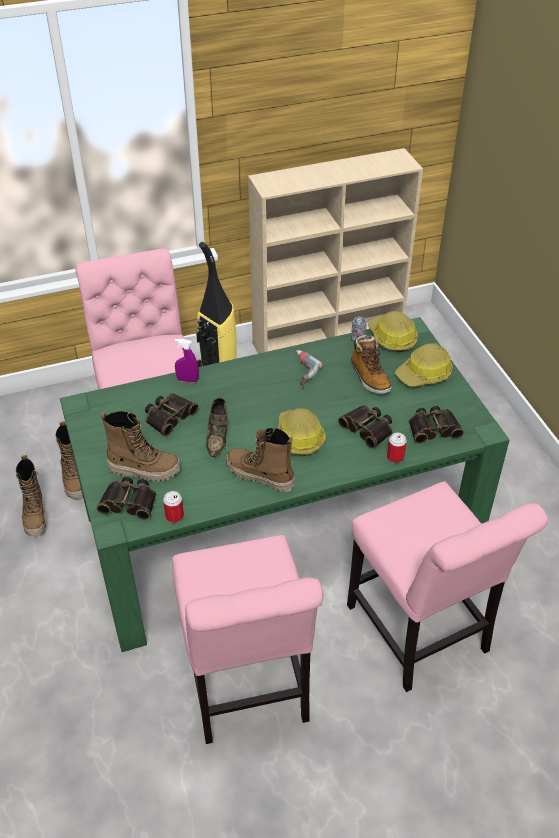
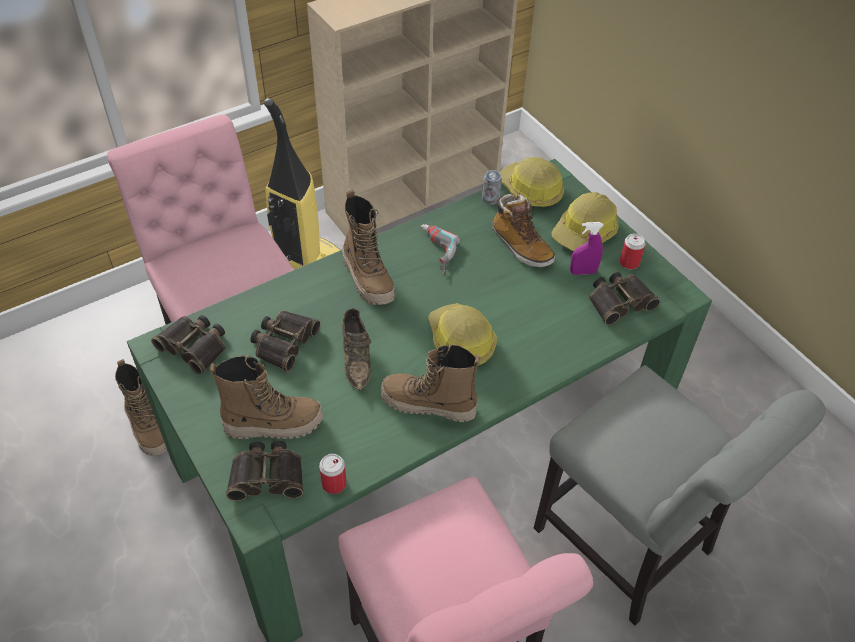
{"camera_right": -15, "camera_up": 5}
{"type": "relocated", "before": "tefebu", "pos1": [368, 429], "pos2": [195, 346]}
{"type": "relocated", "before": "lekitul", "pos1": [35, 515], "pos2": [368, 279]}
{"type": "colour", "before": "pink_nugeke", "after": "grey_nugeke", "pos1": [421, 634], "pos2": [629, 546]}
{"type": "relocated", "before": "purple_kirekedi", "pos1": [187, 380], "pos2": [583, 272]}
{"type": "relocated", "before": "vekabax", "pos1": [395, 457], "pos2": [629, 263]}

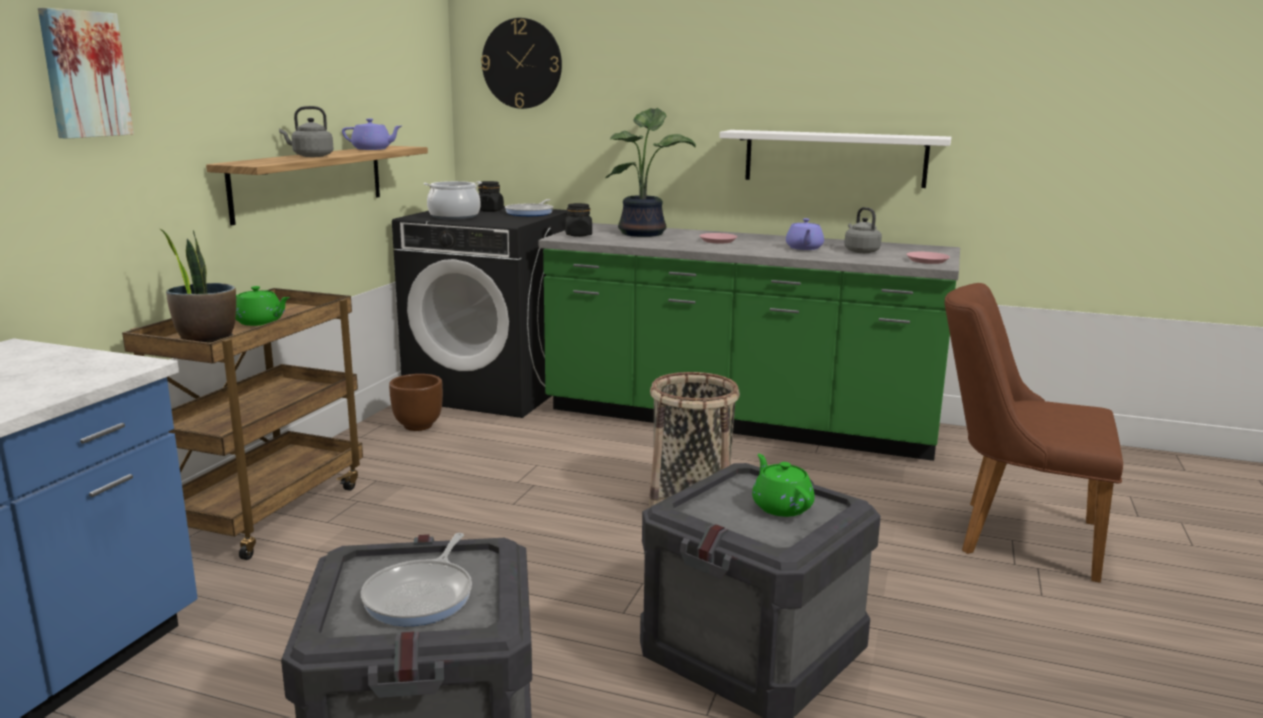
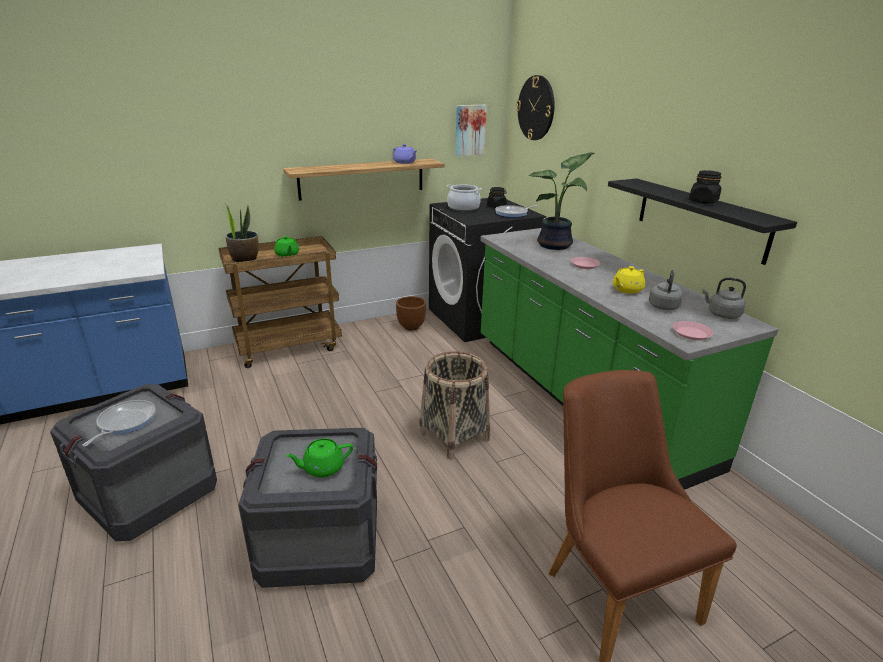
{"camera_right": 45, "camera_up": 10}
{"type": "spun", "before": "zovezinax", "pos1": [422, 596], "pos2": [125, 422], "turn": 135}
{"type": "spun", "before": "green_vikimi", "pos1": [781, 506], "pos2": [322, 468], "turn": -135}
{"type": "relocated", "before": "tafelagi", "pos1": [83, 74], "pos2": [469, 130]}
{"type": "colour", "before": "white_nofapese", "after": "black_nofapese", "pos1": [834, 158], "pos2": [700, 218]}
{"type": "colour", "before": "purple_vikimi", "after": "yellow_vikimi", "pos1": [804, 248], "pos2": [626, 290]}
{"type": "relocated", "before": "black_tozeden", "pos1": [578, 235], "pos2": [703, 201]}
{"type": "relocated", "before": "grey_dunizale", "pos1": [310, 156], "pos2": [721, 314]}

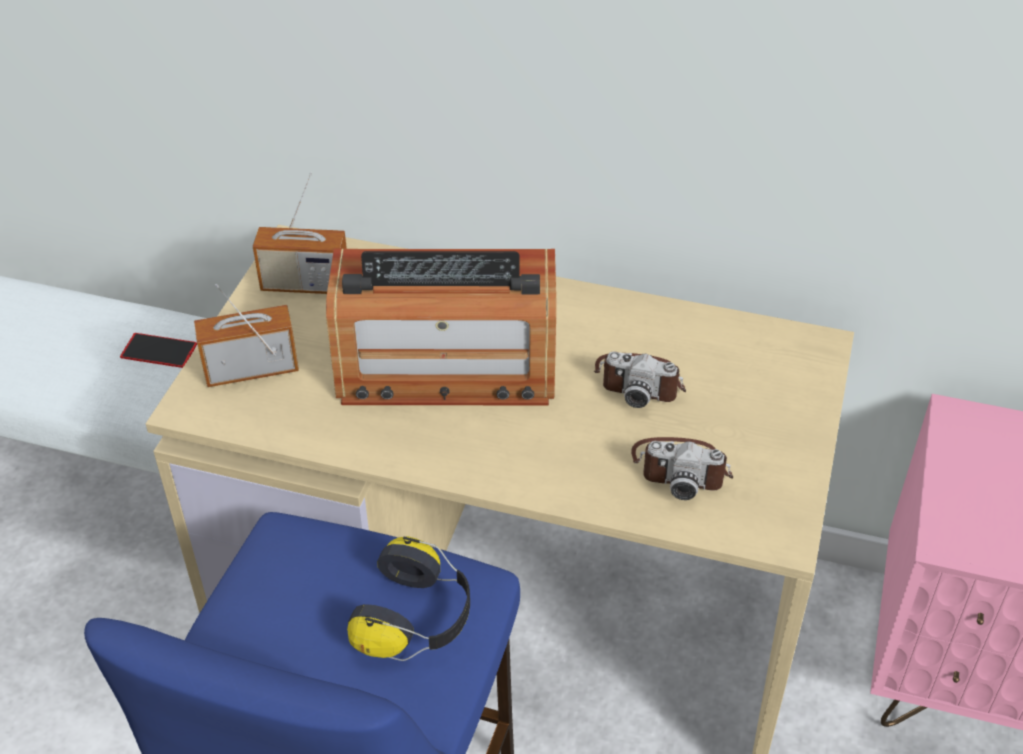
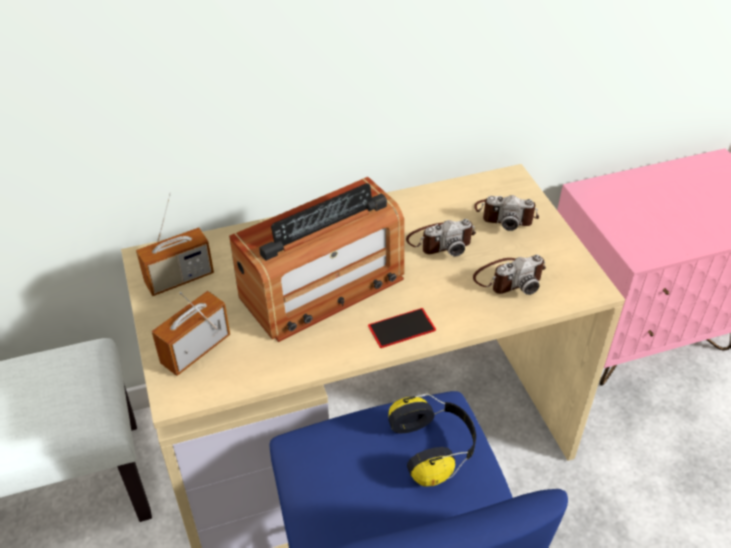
{"camera_right": -35, "camera_up": 0}
{"type": "relocated", "before": "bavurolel", "pos1": [159, 350], "pos2": [401, 328]}
{"type": "appeared", "after": "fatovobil", "pos2": [505, 215]}

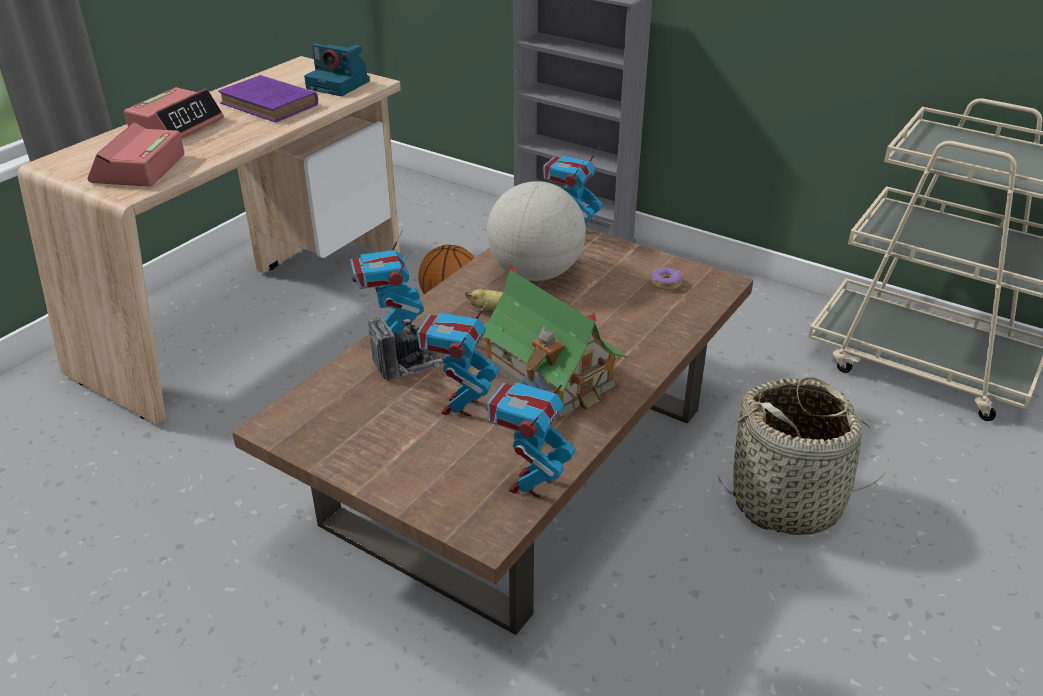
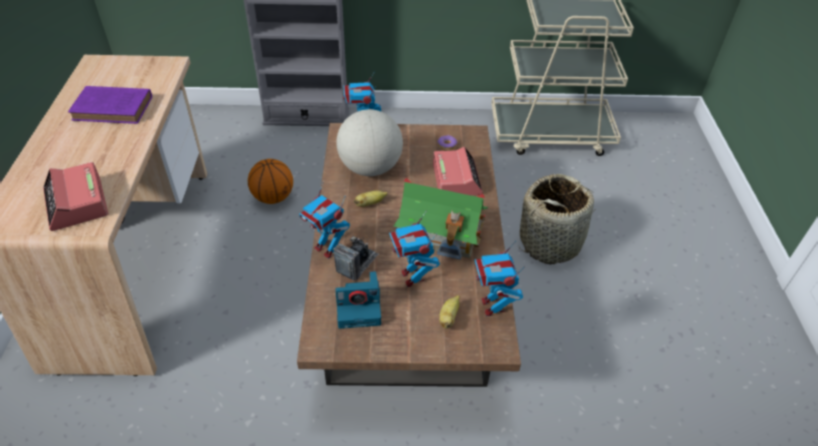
{"camera_right": -35, "camera_up": 10}
{"type": "relocated", "before": "fatovobil", "pos1": [339, 85], "pos2": [360, 307]}
{"type": "relocated", "before": "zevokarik", "pos1": [177, 126], "pos2": [456, 179]}
{"type": "appeared", "after": "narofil", "pos2": [449, 317]}

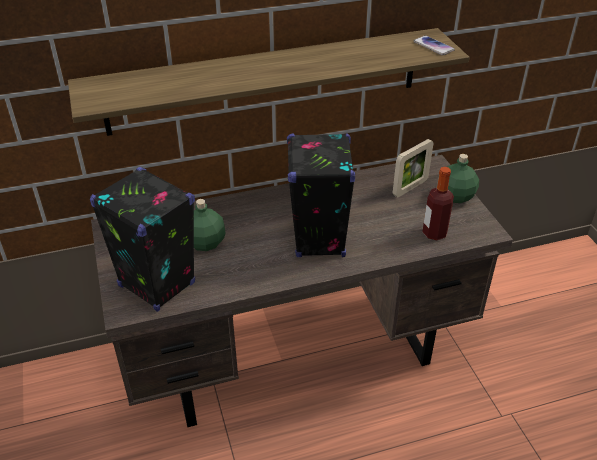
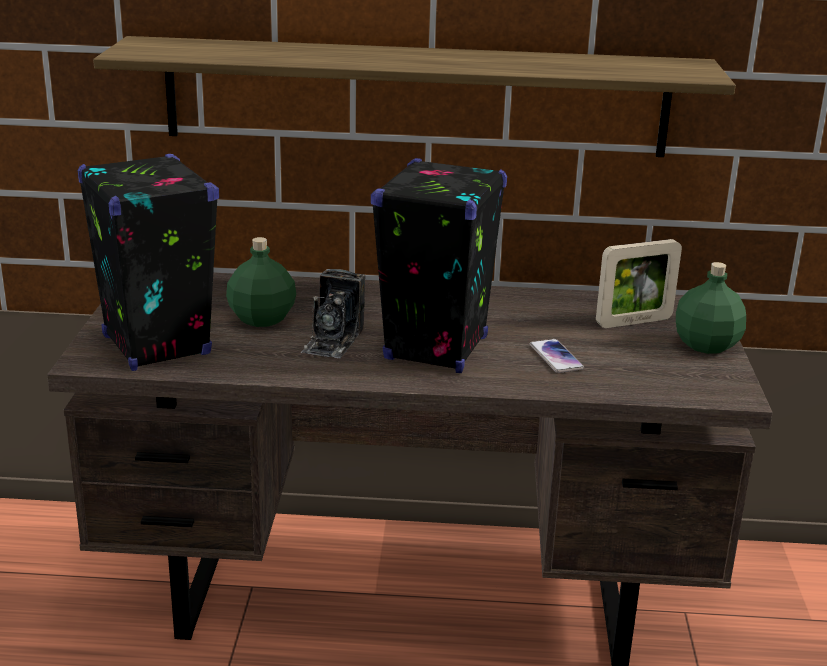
{"camera_right": 20, "camera_up": -15}
{"type": "appeared", "after": "fatovobil", "pos2": [333, 340]}
{"type": "relocated", "before": "bavurolel", "pos1": [433, 46], "pos2": [555, 357]}
{"type": "missing", "before": "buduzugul", "pos1": [434, 233]}

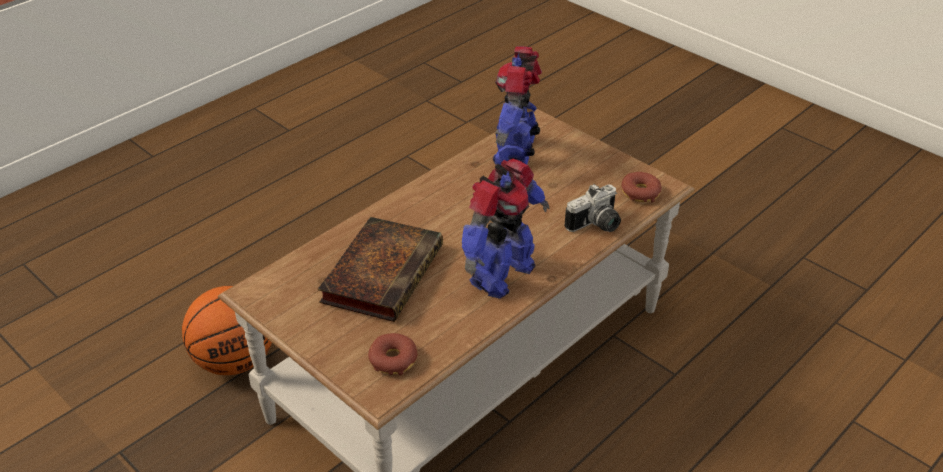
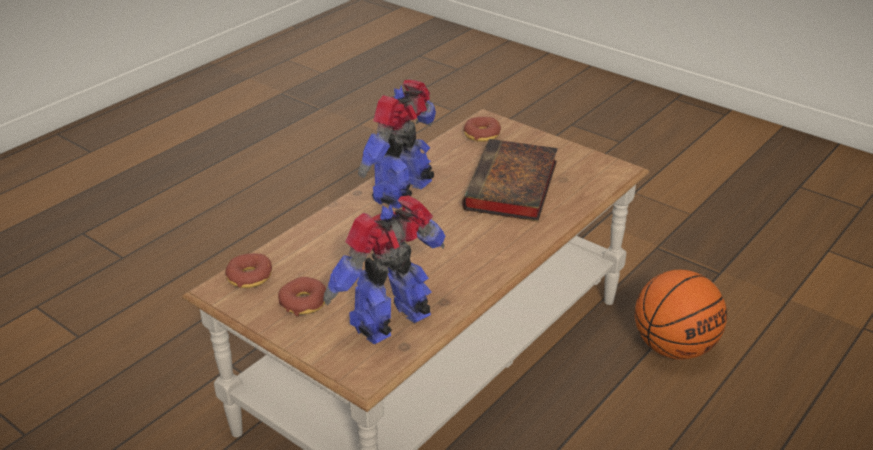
{"camera_right": 175, "camera_up": -5}
{"type": "appeared", "after": "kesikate", "pos2": [304, 302]}
{"type": "spun", "before": "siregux", "pos1": [516, 151], "pos2": [394, 322], "turn": -135}
{"type": "missing", "before": "fatovobil", "pos1": [596, 225]}

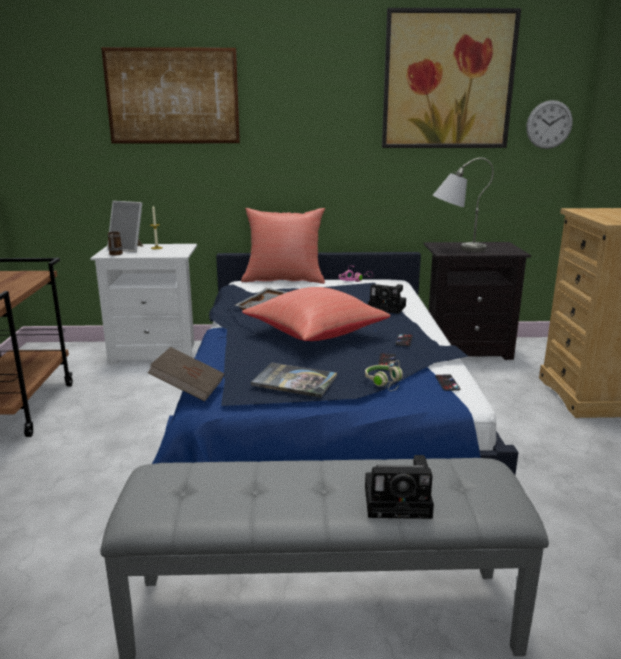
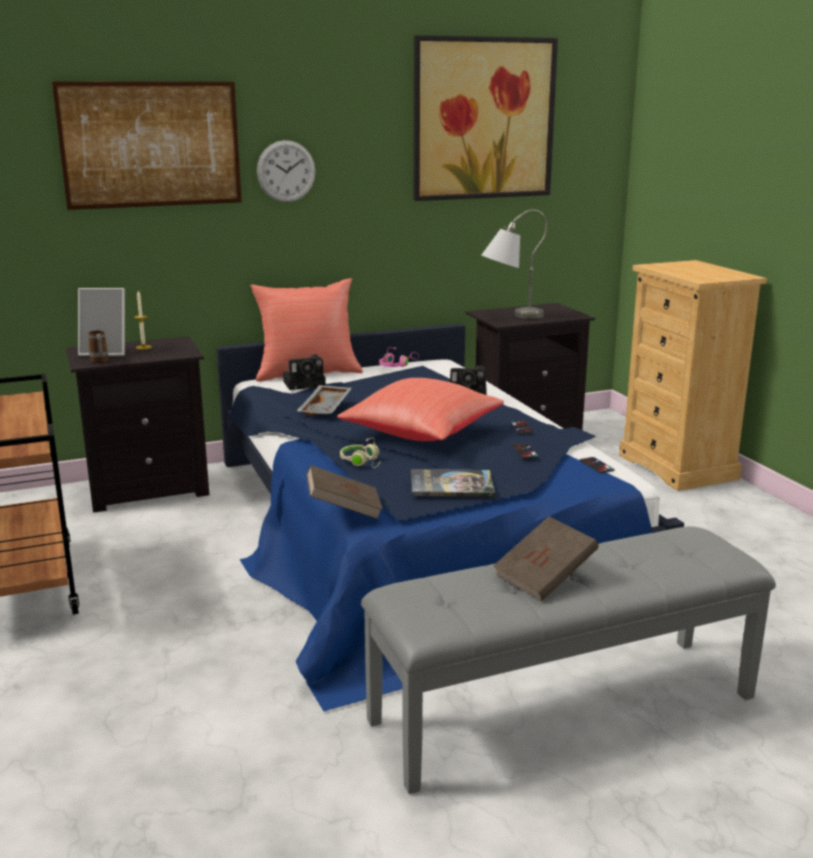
{"camera_right": -20, "camera_up": 0}
{"type": "colour", "before": "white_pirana", "after": "black_pirana", "pos1": [156, 353], "pos2": [148, 489]}
{"type": "relocated", "before": "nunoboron", "pos1": [549, 124], "pos2": [286, 171]}
{"type": "relocated", "before": "fatovobil", "pos1": [400, 501], "pos2": [306, 383]}
{"type": "relocated", "before": "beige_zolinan", "pos1": [385, 383], "pos2": [363, 462]}
{"type": "appeared", "after": "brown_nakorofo", "pos2": [544, 578]}

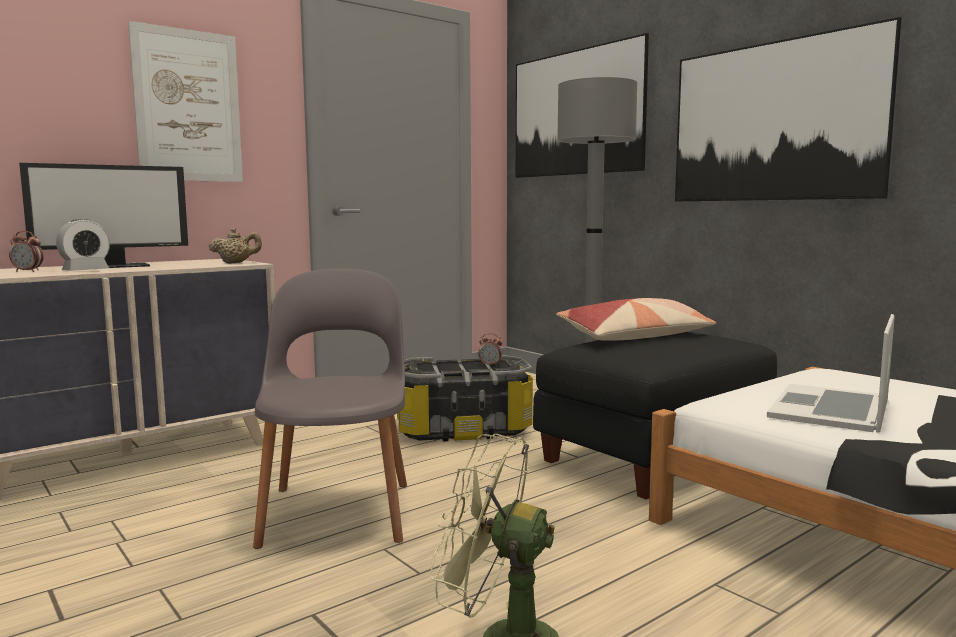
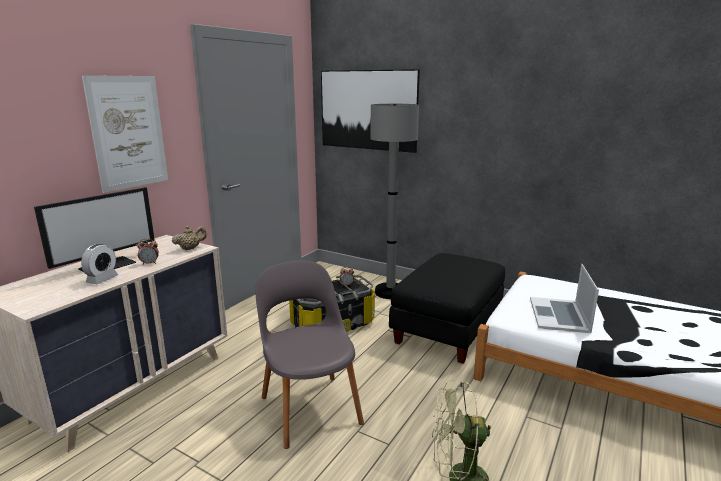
{"camera_right": -20, "camera_up": 10}
{"type": "relocated", "before": "zevokarik", "pos1": [28, 271], "pos2": [150, 263]}
{"type": "missing", "before": "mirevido", "pos1": [636, 336]}
{"type": "missing", "before": "tafelagi", "pos1": [774, 122]}

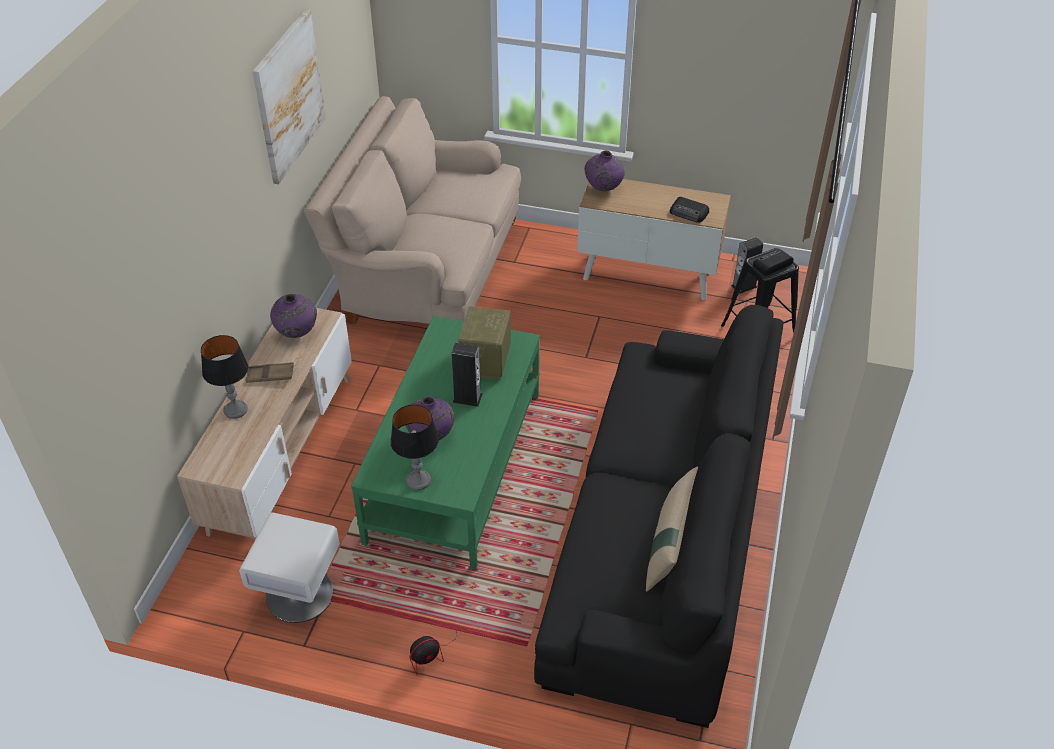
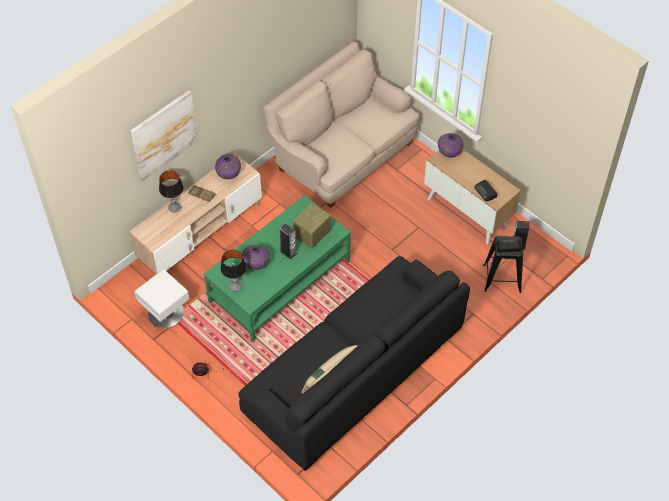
{"camera_right": 30, "camera_up": 10}
{"type": "relocated", "before": "tafelagi", "pos1": [289, 96], "pos2": [164, 135]}

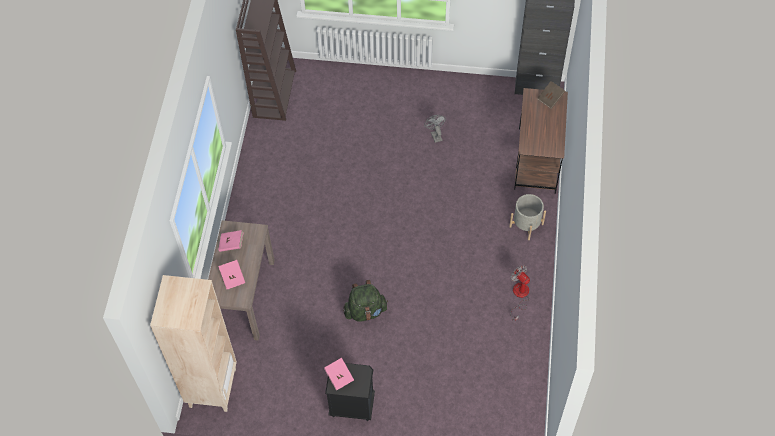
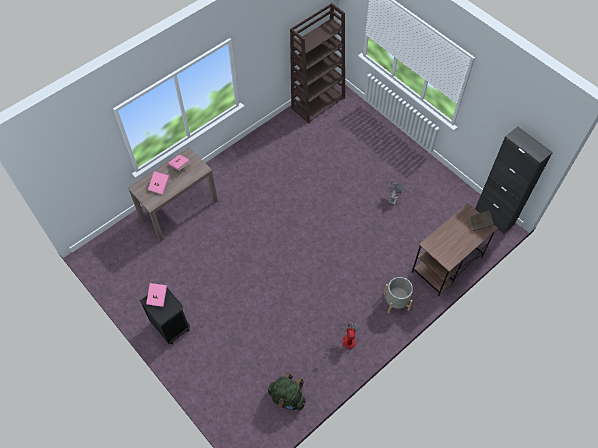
{"camera_right": 40, "camera_up": 0}
{"type": "relocated", "before": "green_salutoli", "pos1": [365, 311], "pos2": [287, 398]}
{"type": "missing", "before": "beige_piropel", "pos1": [212, 387]}

